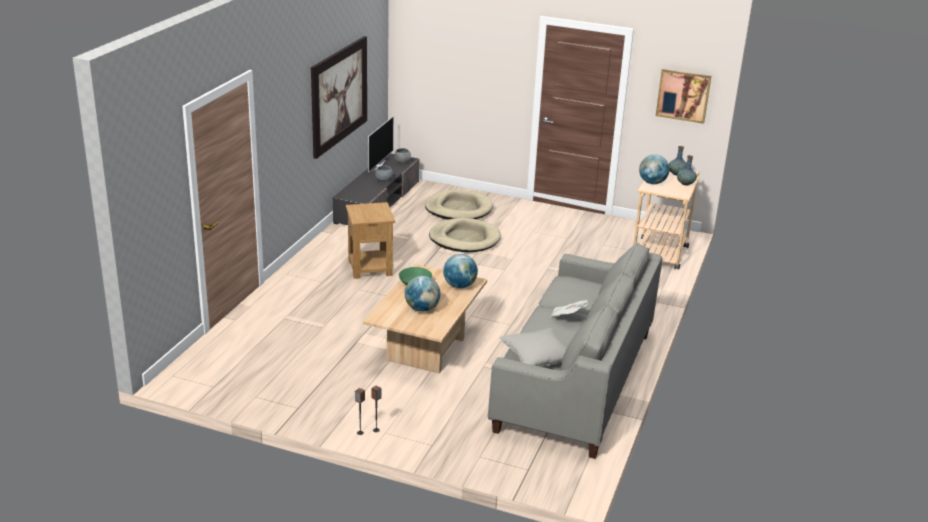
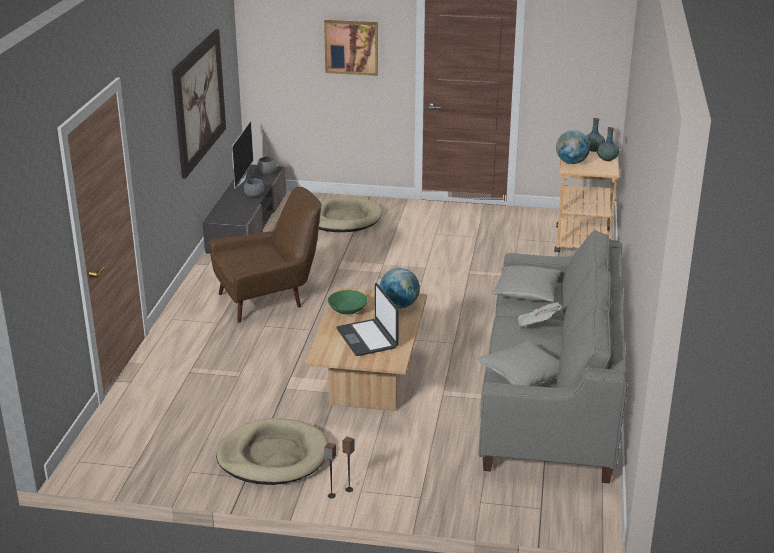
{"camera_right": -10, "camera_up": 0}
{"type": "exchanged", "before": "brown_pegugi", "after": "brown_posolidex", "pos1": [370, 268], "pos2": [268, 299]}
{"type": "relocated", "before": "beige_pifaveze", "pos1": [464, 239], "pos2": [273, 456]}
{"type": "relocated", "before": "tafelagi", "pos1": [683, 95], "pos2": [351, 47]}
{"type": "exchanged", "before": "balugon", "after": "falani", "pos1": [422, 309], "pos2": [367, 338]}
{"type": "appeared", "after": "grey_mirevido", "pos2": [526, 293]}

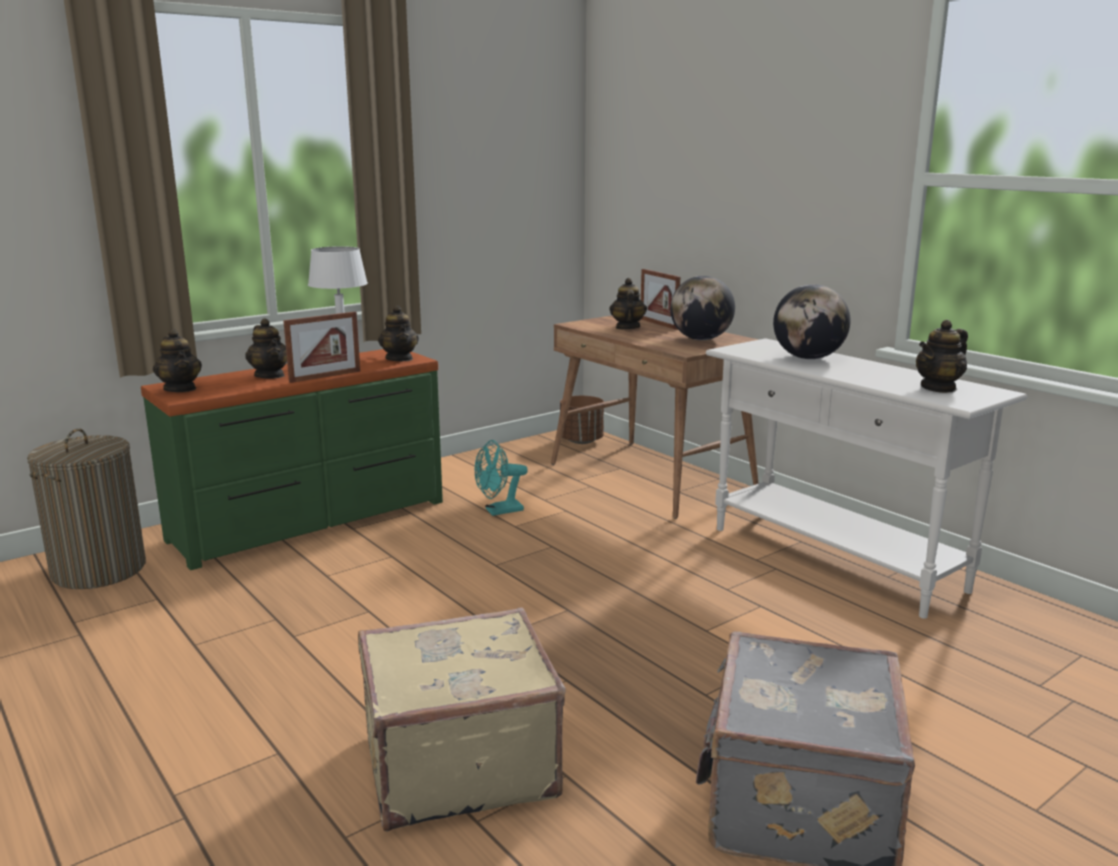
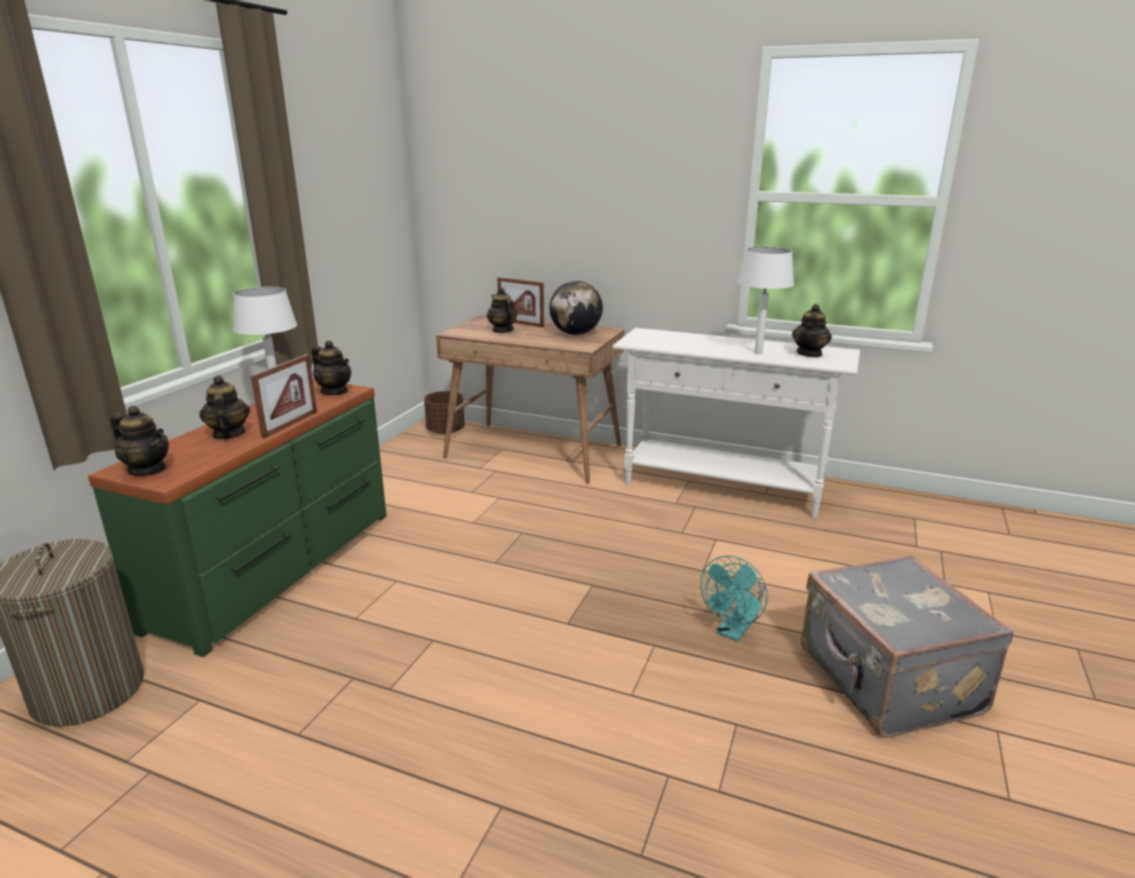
{"camera_right": -30, "camera_up": 5}
{"type": "spun", "before": "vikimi", "pos1": [270, 376], "pos2": [228, 434], "turn": -135}
{"type": "relocated", "before": "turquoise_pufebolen", "pos1": [499, 511], "pos2": [732, 632]}
{"type": "appeared", "after": "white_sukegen", "pos2": [757, 353]}
{"type": "missing", "before": "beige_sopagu", "pos1": [457, 764]}
{"type": "missing", "before": "balugon", "pos1": [808, 358]}

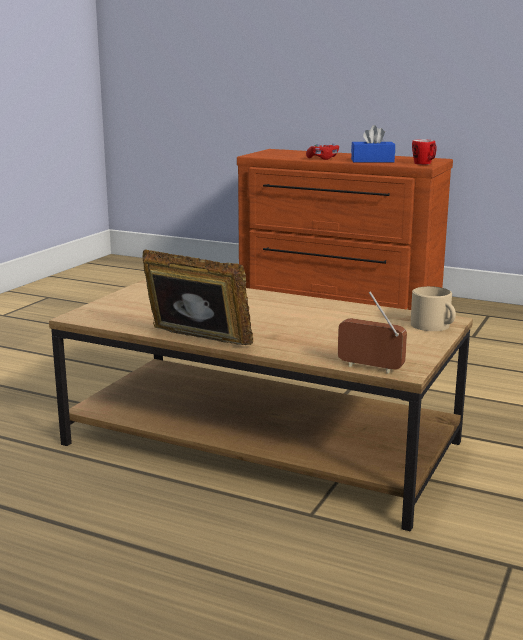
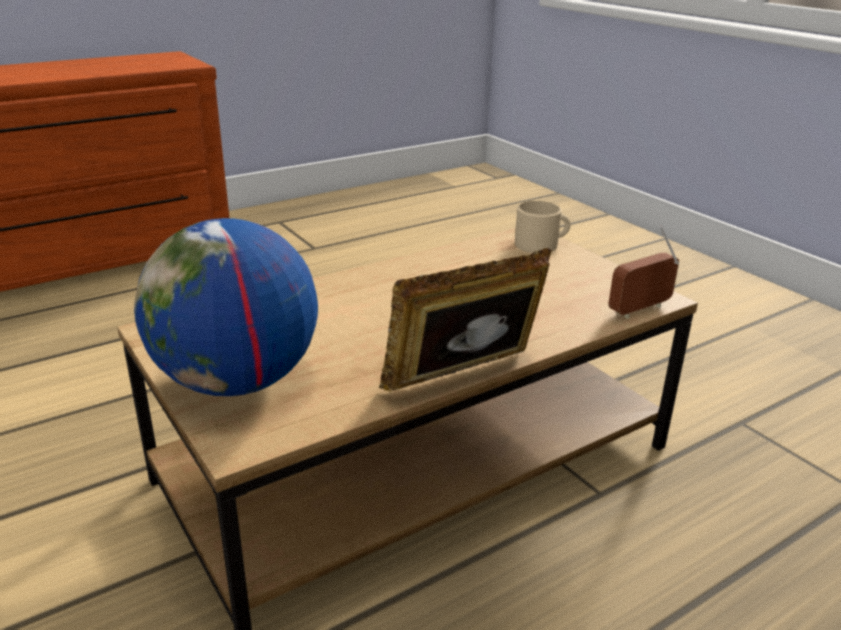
{"camera_right": -60, "camera_up": 10}
{"type": "appeared", "after": "balugon", "pos2": [236, 382]}
{"type": "missing", "before": "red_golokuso", "pos1": [323, 159]}
{"type": "missing", "before": "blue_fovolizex", "pos1": [372, 161]}
{"type": "missing", "before": "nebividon", "pos1": [425, 164]}

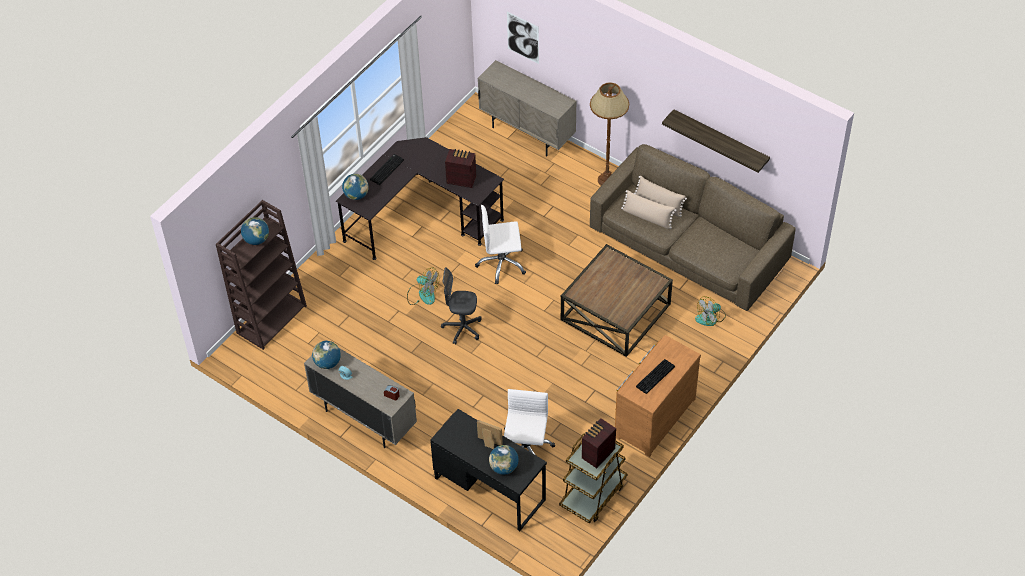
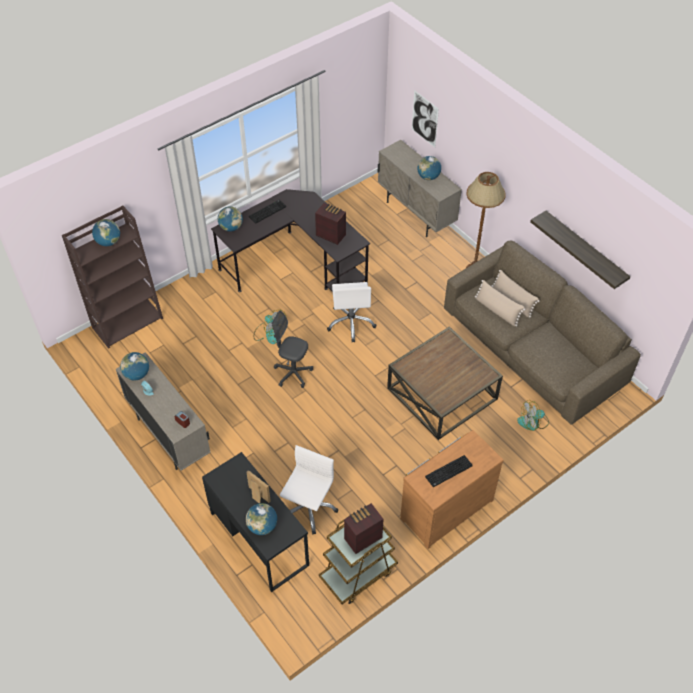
{"camera_right": 15, "camera_up": 0}
{"type": "spun", "before": "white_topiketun", "pos1": [501, 264], "pos2": [351, 323], "turn": -105}
{"type": "appeared", "after": "balugon", "pos2": [428, 177]}

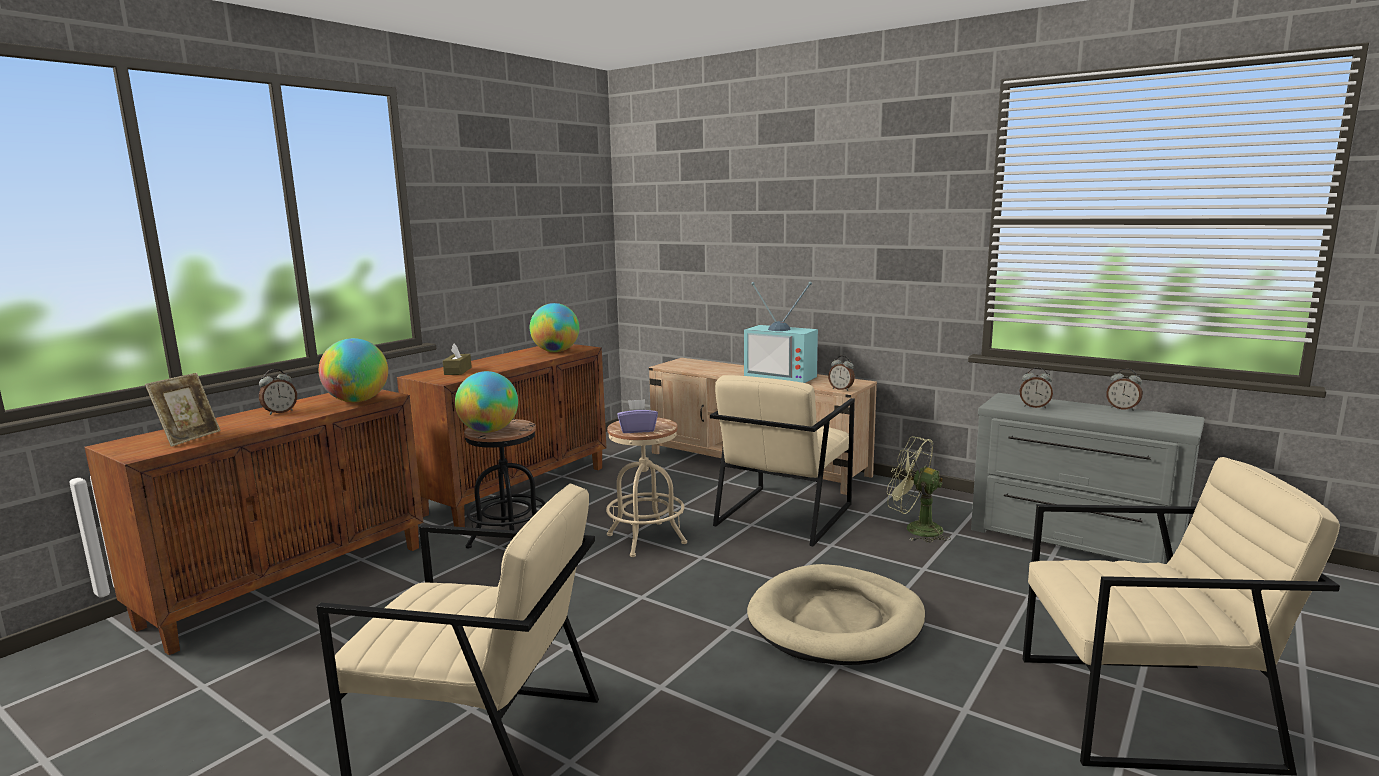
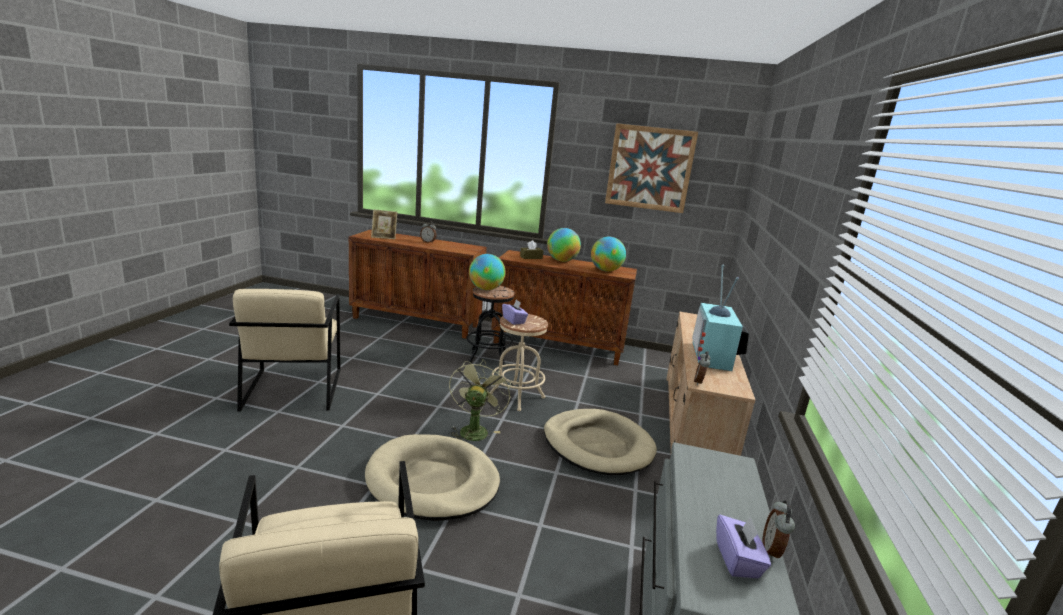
{"camera_right": 65, "camera_up": 5}
{"type": "relocated", "before": "green_pufebolen", "pos1": [915, 529], "pos2": [474, 430]}
{"type": "exchanged", "before": "beige_posolidex", "after": "beige_pifaveze", "pos1": [783, 514], "pos2": [597, 445]}
{"type": "relocated", "before": "balugon", "pos1": [357, 401], "pos2": [561, 261]}
{"type": "appeared", "after": "tafelagi", "pos2": [650, 168]}
{"type": "appeared", "after": "purple_fovolizex", "pos2": [737, 560]}
{"type": "missing", "before": "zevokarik", "pos1": [1034, 406]}

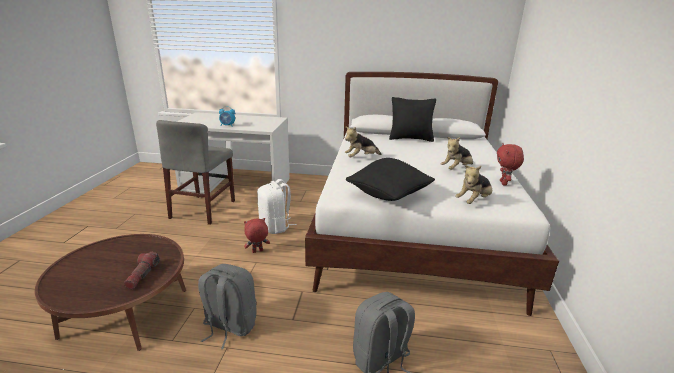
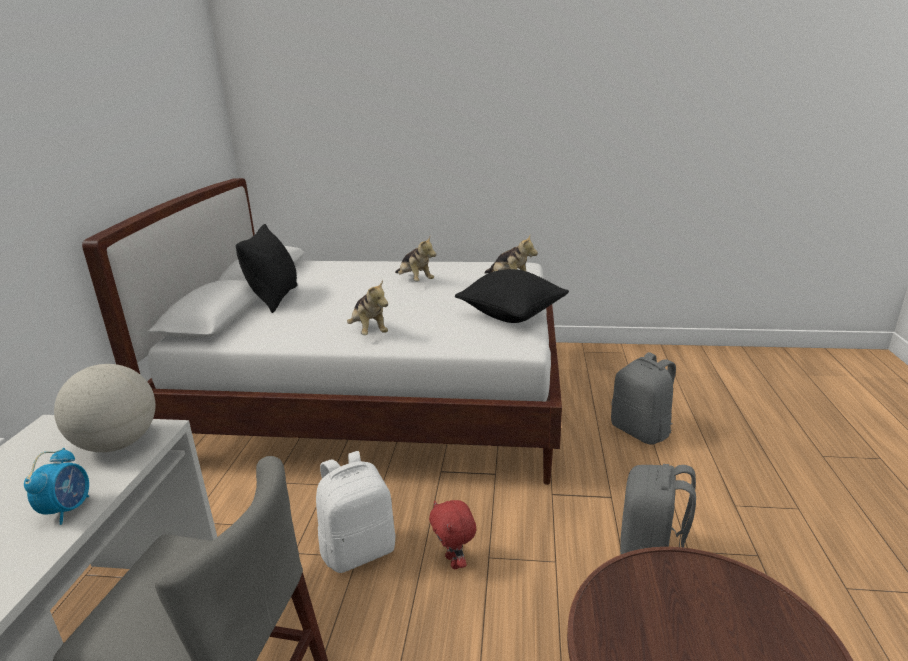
{"camera_right": -90, "camera_up": 0}
{"type": "appeared", "after": "balugon", "pos2": [118, 444]}
{"type": "missing", "before": "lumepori", "pos1": [142, 275]}
{"type": "missing", "before": "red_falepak", "pos1": [504, 183]}

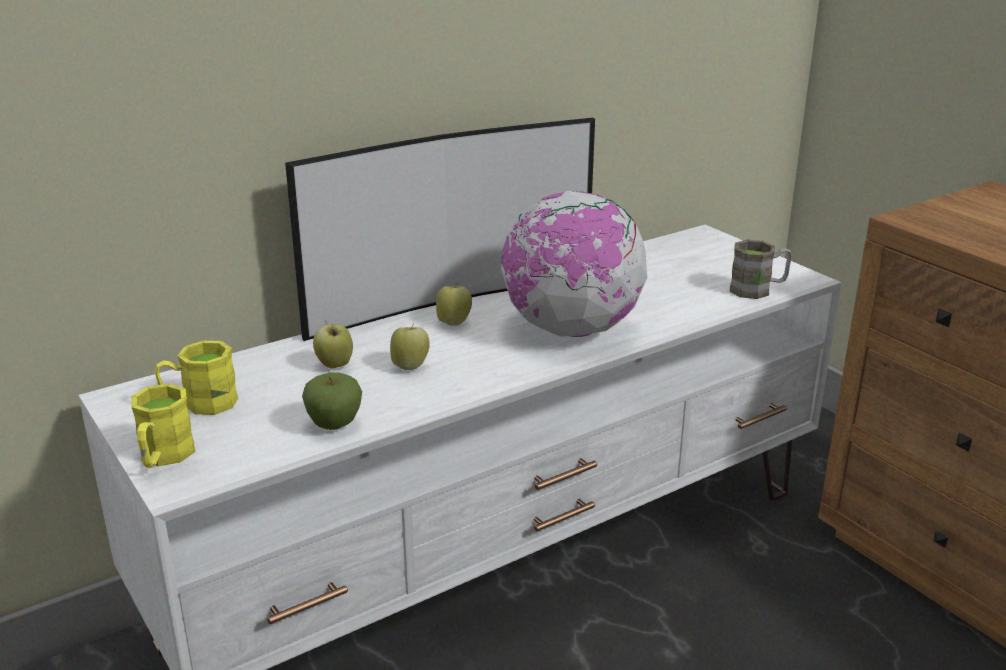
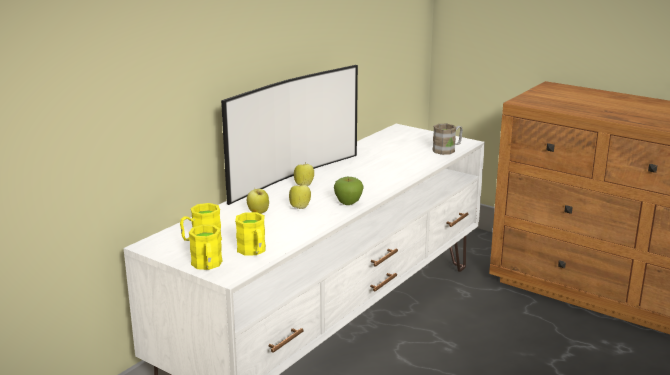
{"camera_right": -20, "camera_up": -5}
{"type": "appeared", "after": "yellow_nebividon", "pos2": [253, 251]}
{"type": "relocated", "before": "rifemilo", "pos1": [334, 424], "pos2": [348, 203]}
{"type": "missing", "before": "balugon", "pos1": [571, 330]}

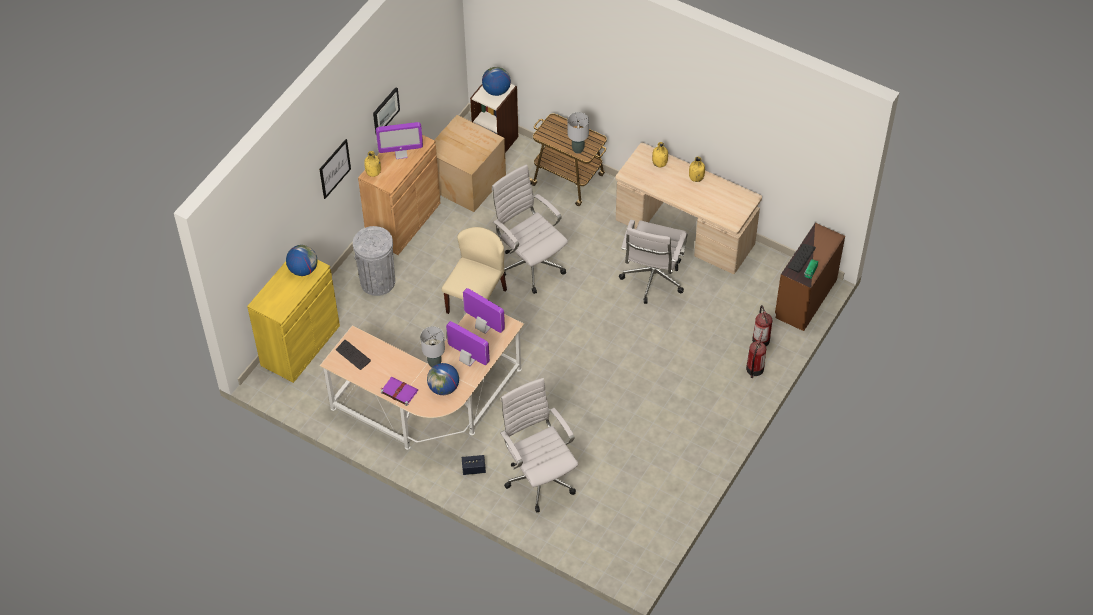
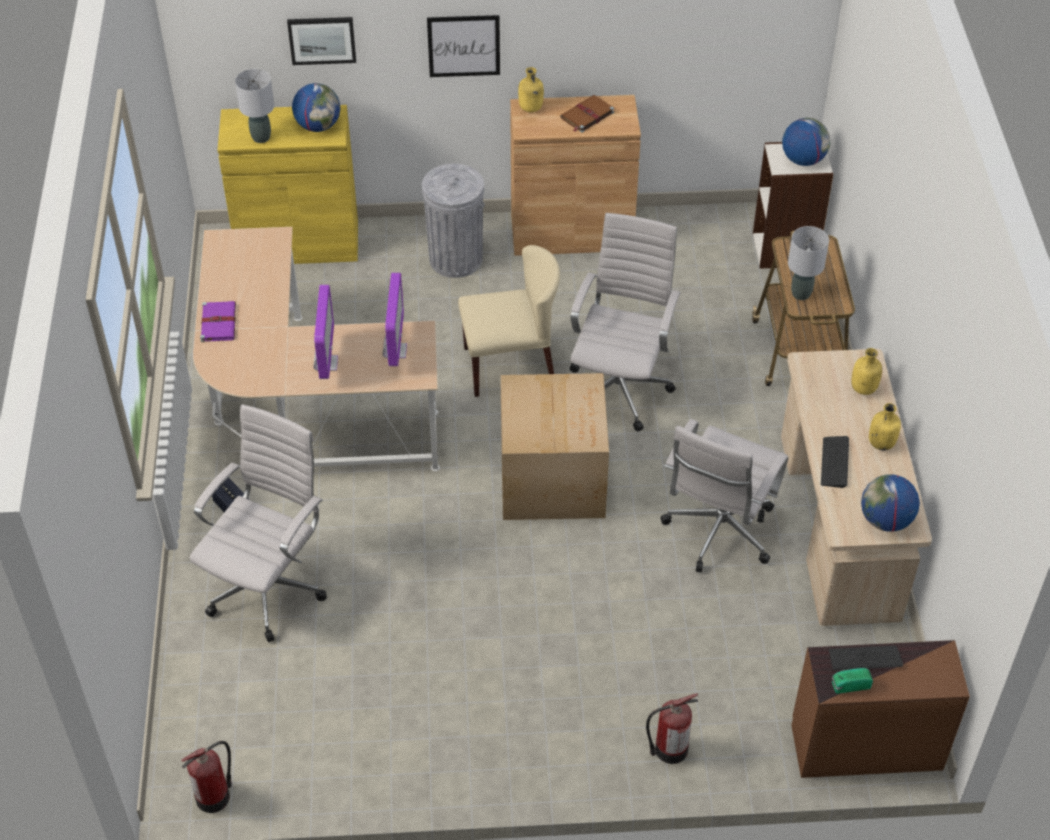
{"camera_right": 55, "camera_up": -5}
{"type": "relocated", "before": "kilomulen", "pos1": [760, 339], "pos2": [214, 796]}
{"type": "relocated", "before": "grey_sukegen", "pos1": [434, 363], "pos2": [261, 137]}
{"type": "relocated", "before": "tafelagi", "pos1": [385, 111], "pos2": [322, 40]}
{"type": "relocated", "before": "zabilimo", "pos1": [466, 180], "pos2": [554, 477]}
{"type": "exchanged", "before": "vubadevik", "after": "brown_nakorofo", "pos1": [401, 153], "pos2": [586, 115]}
{"type": "spun", "before": "white_topiketun", "pos1": [652, 280], "pos2": [717, 534], "turn": -45}
{"type": "relocated", "before": "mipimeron", "pos1": [353, 355], "pos2": [834, 462]}
{"type": "relocated", "before": "balugon", "pos1": [443, 388], "pos2": [885, 520]}

